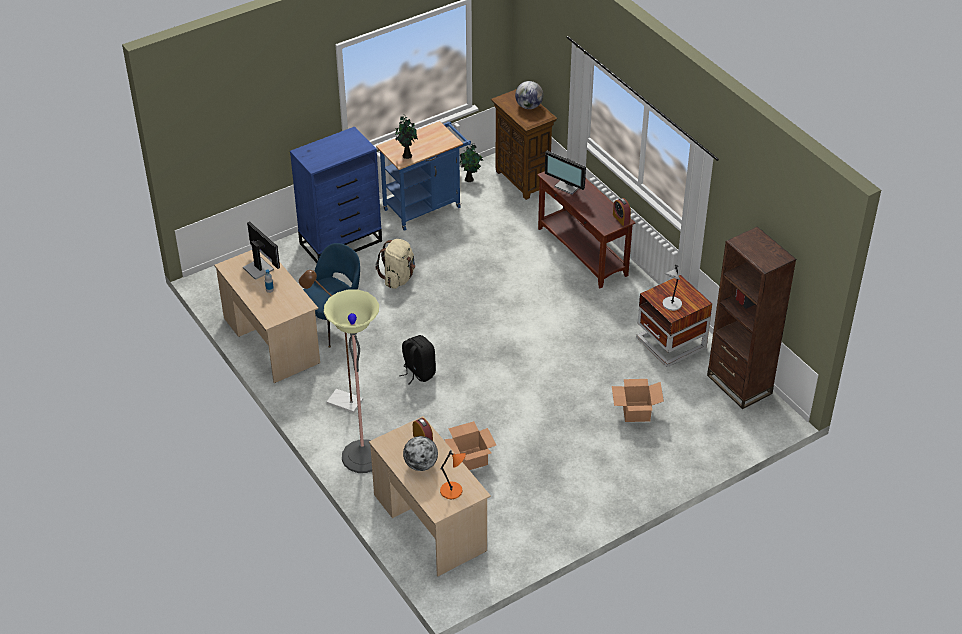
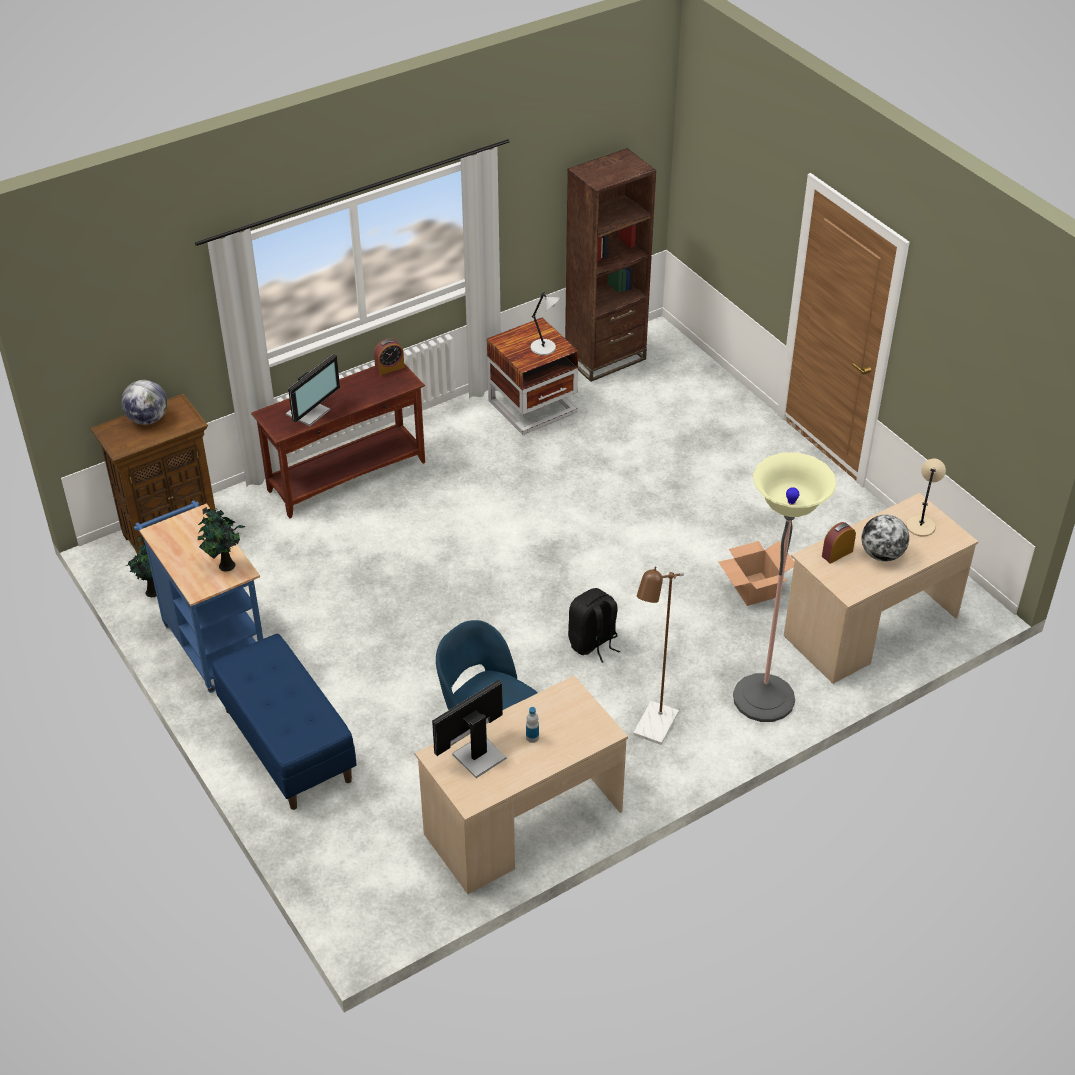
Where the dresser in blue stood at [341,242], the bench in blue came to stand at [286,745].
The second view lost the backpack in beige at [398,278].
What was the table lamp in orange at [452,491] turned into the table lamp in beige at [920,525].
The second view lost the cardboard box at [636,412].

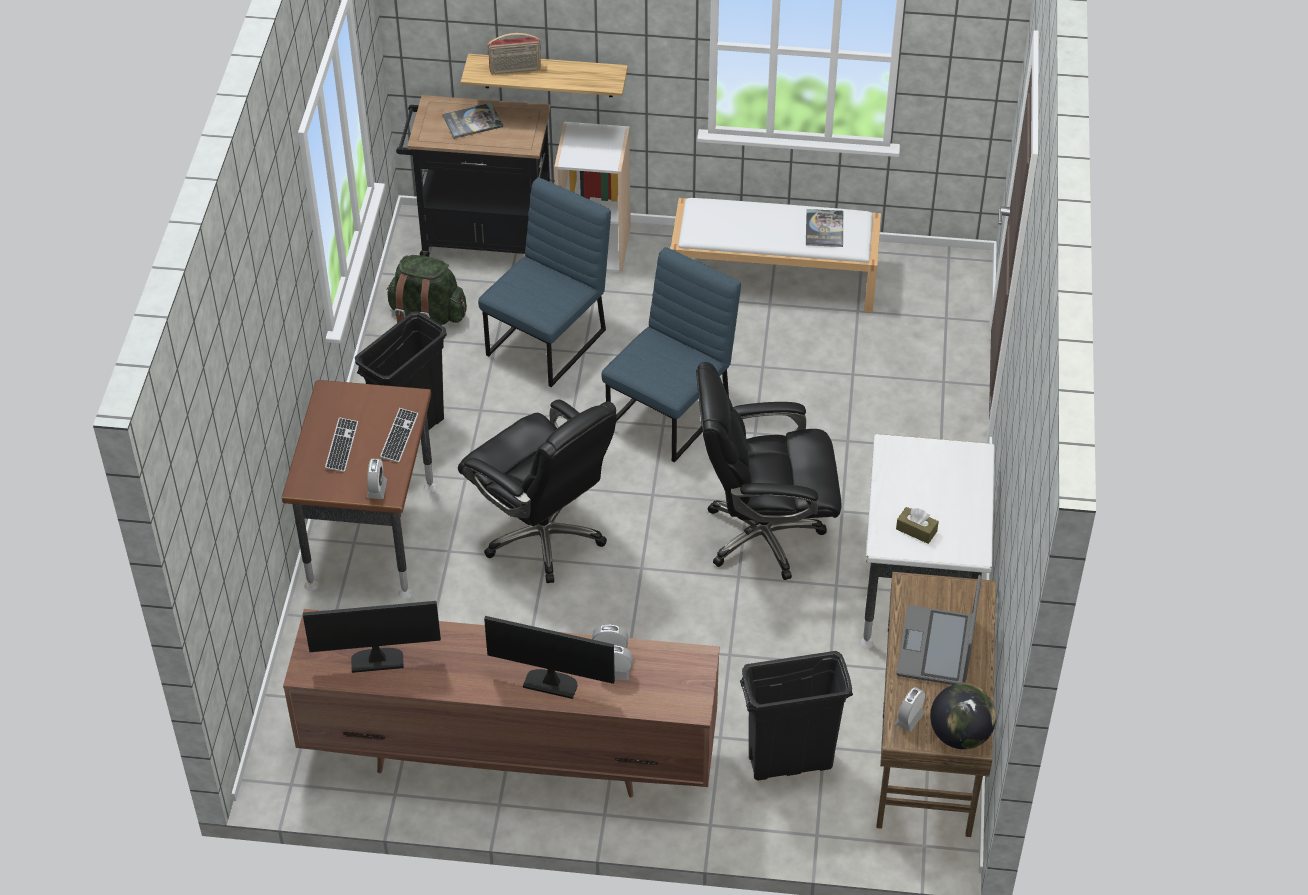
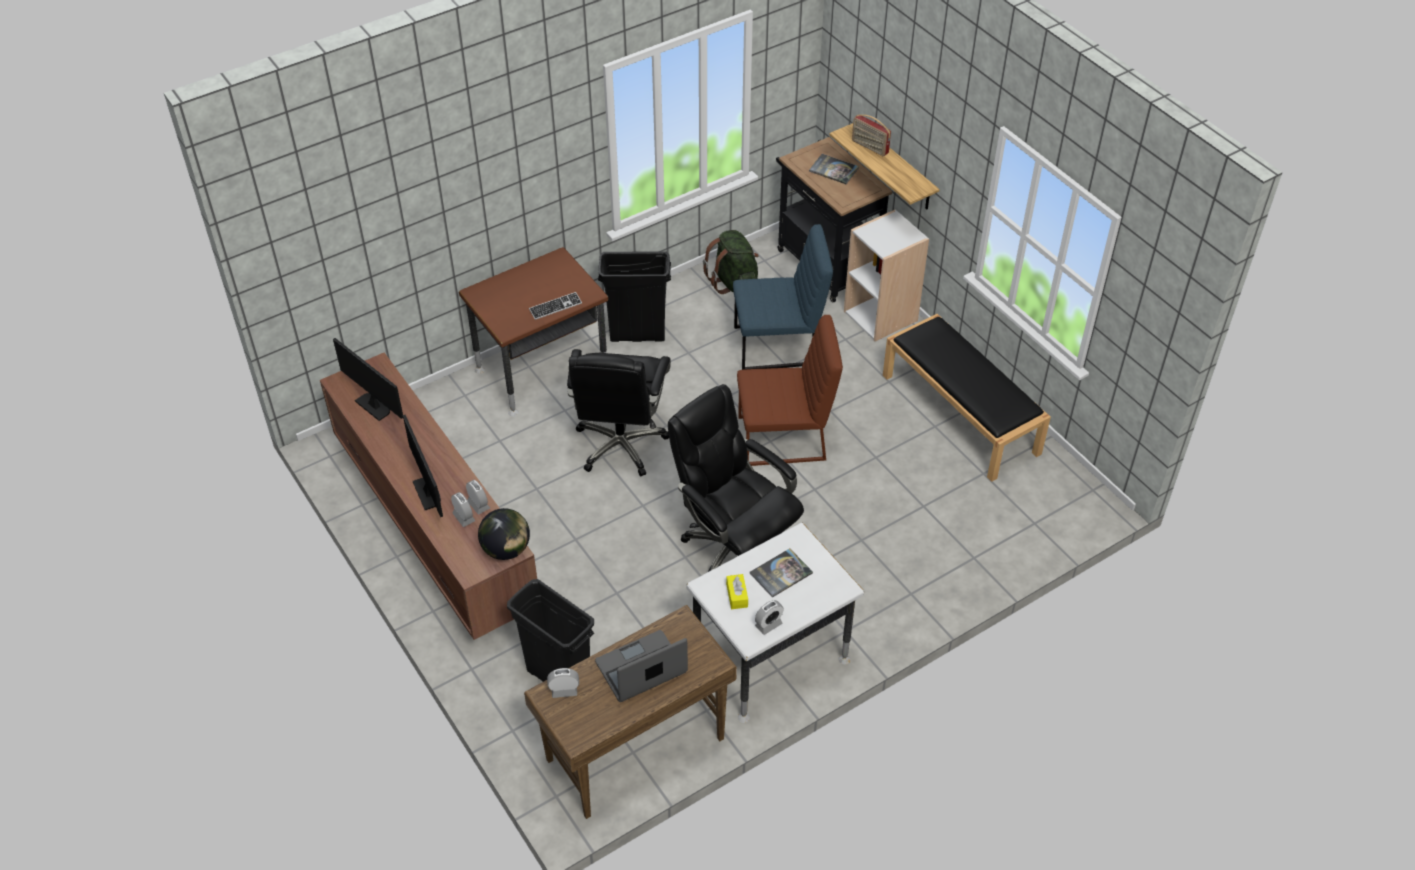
The second view lost the keyboard at [342,446].
The alarm clock ended up elsewhere, having gone from [377,489] to [768,624].
What was the chair in blue at [671,413] turned into the chair in brown at [785,438].
What was the bench in white at [775,277] turned into the bench in black at [961,414].
The book ended up elsewhere, having gone from [824,229] to [781,573].
What was the tissue box in brown at [916,530] turned into the tissue box in yellow at [737,595].
The globe ended up elsewhere, having gone from [960,735] to [506,549].

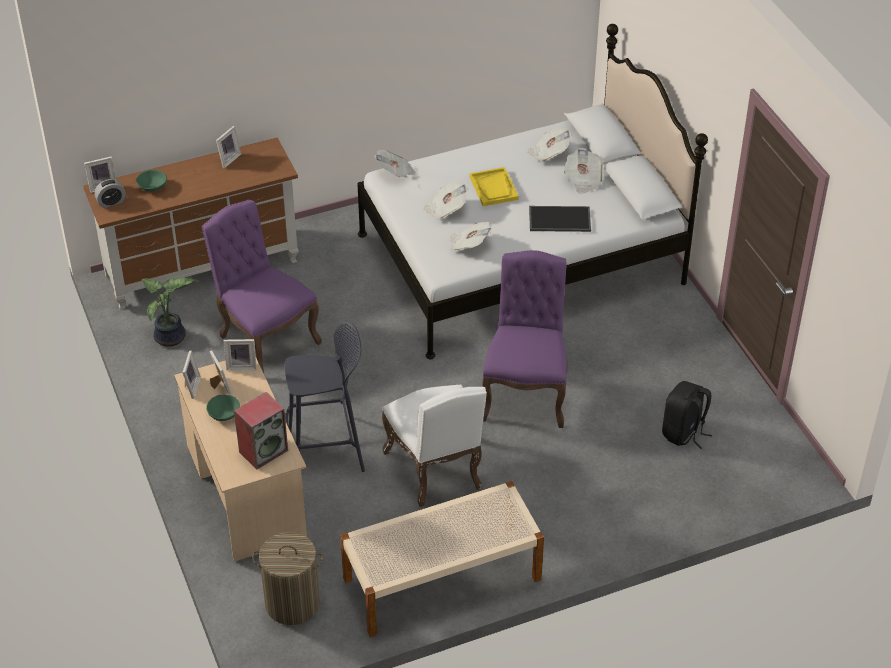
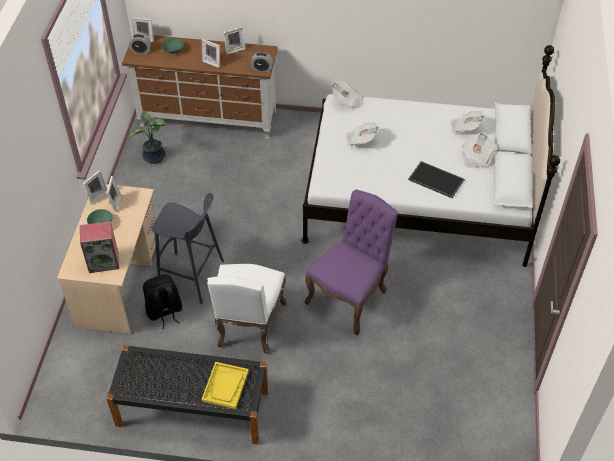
The second view lost the chair in purple at [266,340].
The picture frame ended up elsewhere, having gone from [241,365] to [212,62].
The second view lost the laundry basket at [292,603].
What was the bench in beige at [442,580] turned into the bench in black at [192,408].
The second view lost the newspaper at [469,244].
The tray in yellow ended up elsewhere, having gone from [494,188] to [225,386].
The backpack in black ended up elsewhere, having gone from [684,432] to [164,312].
The second view gained the alarm clock at [262,69].

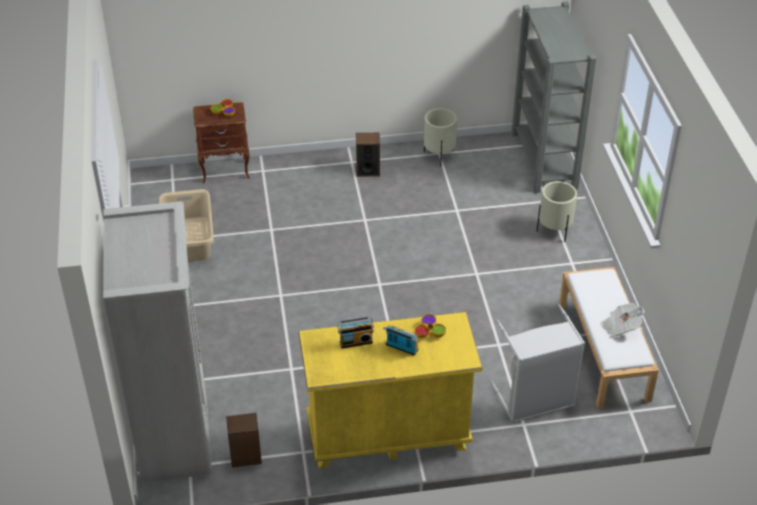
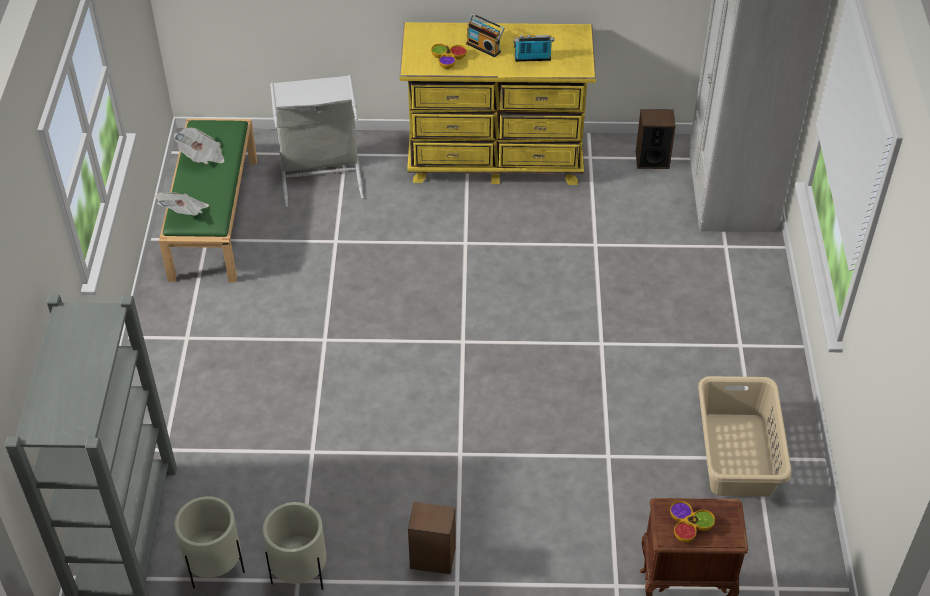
The planter in beige ended up elsewhere, having gone from [554,231] to [216,568].
What was the bench in white at [604,351] turned into the bench in green at [213,217].
The second view gained the newspaper at [184,212].

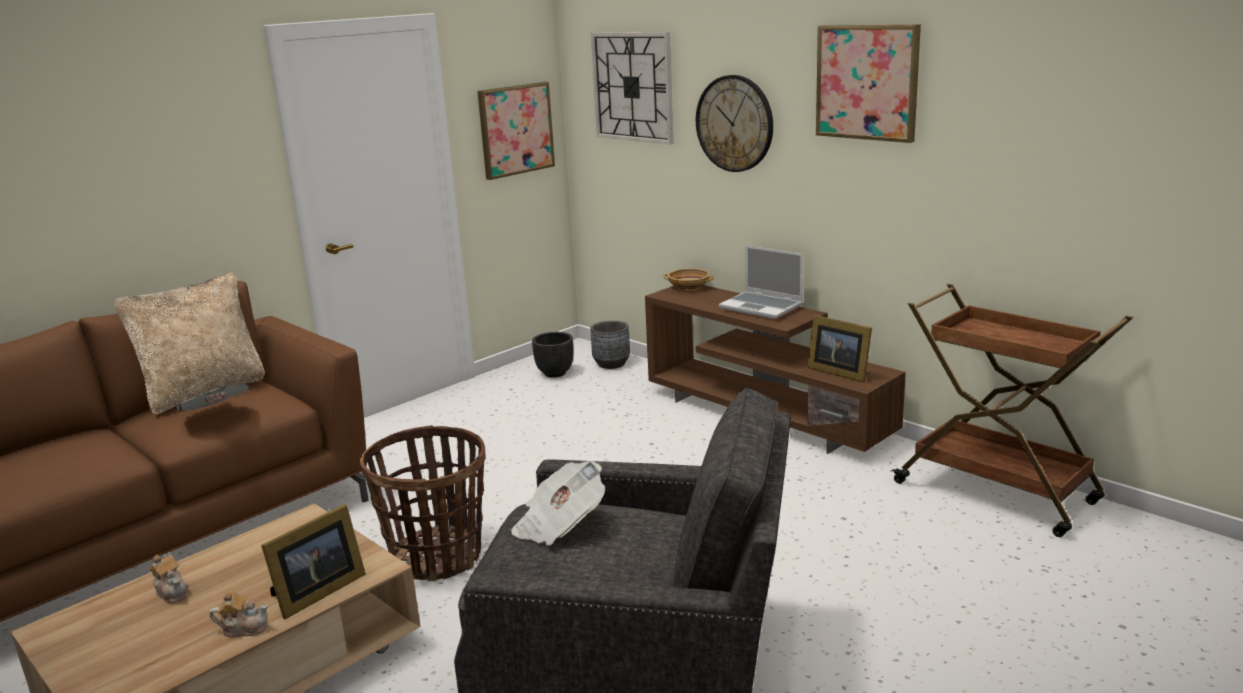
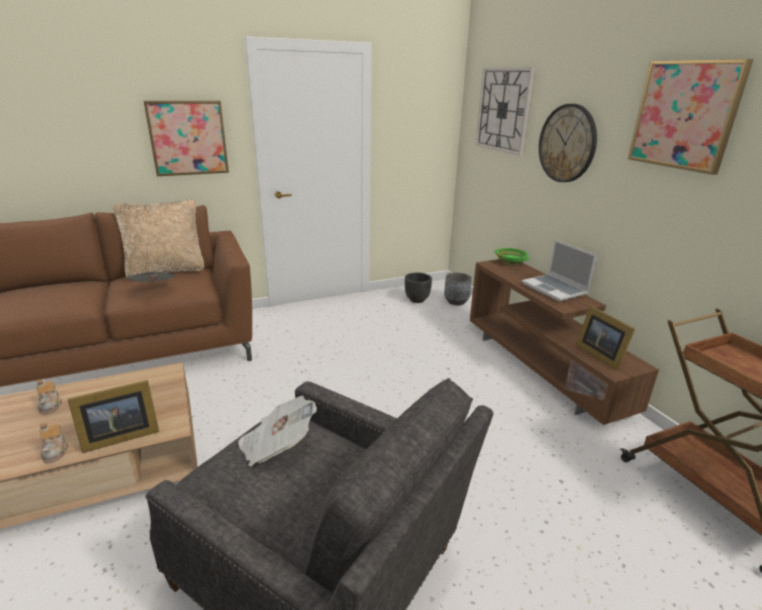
The teapot at [244,628] ended up facing another way, 45 degrees clockwise from before.
The second view lost the basket at [437,557].
The picture ended up elsewhere, having gone from [515,129] to [188,138].
What was the bowl in beige at [689,287] turned into the bowl in green at [511,262].

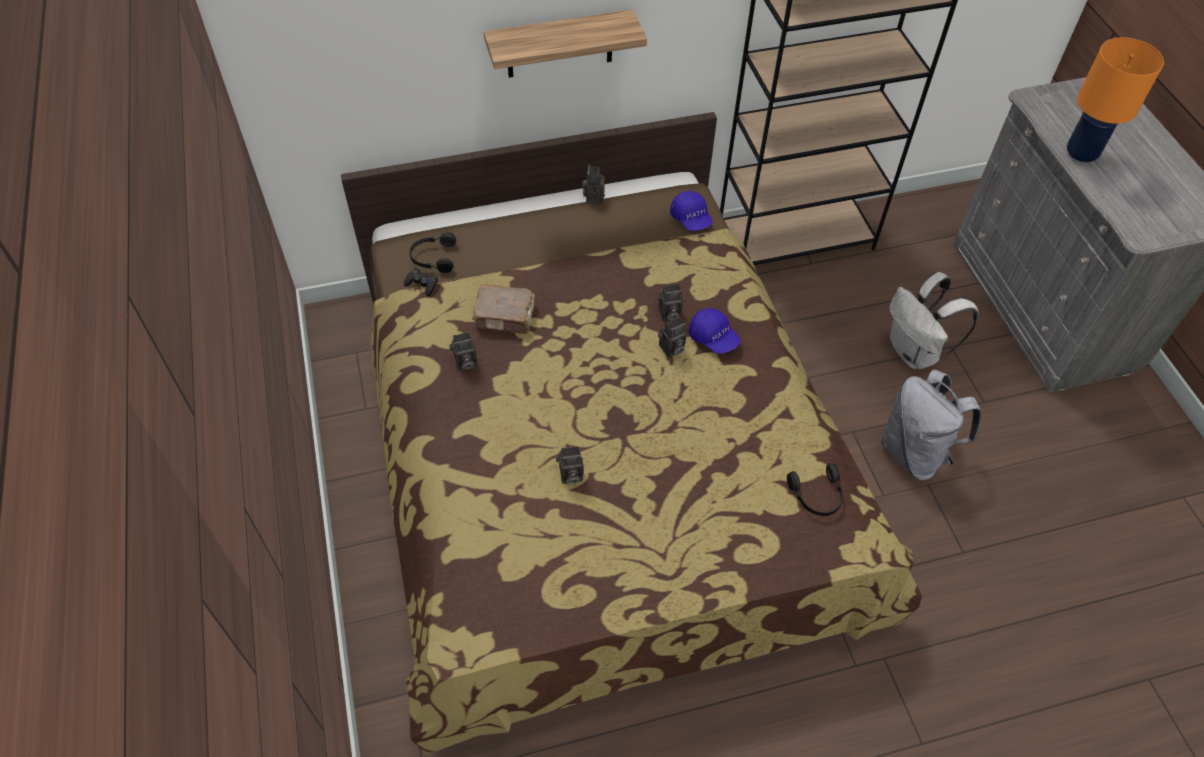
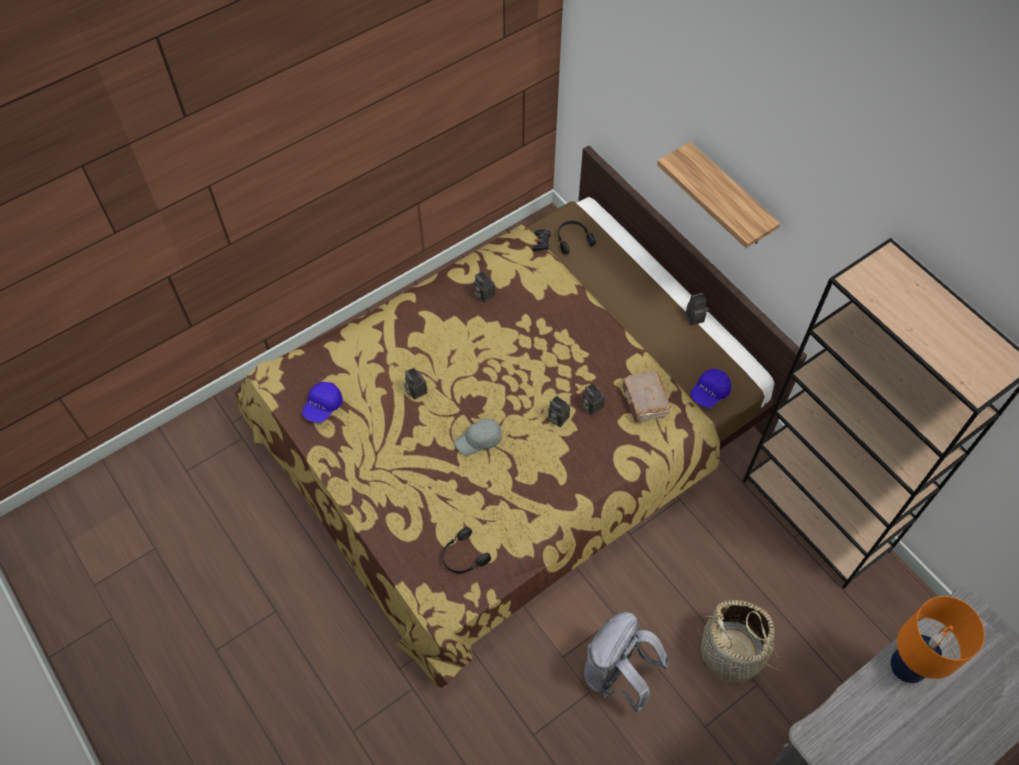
The book in brown ended up elsewhere, having gone from [505,317] to [644,402].
The cap in blue ended up elsewhere, having gone from [713,338] to [323,406].
Where the backpack in white stood at [915,353], the basket came to stand at [732,652].
The second view gained the cap in grey at [479,440].

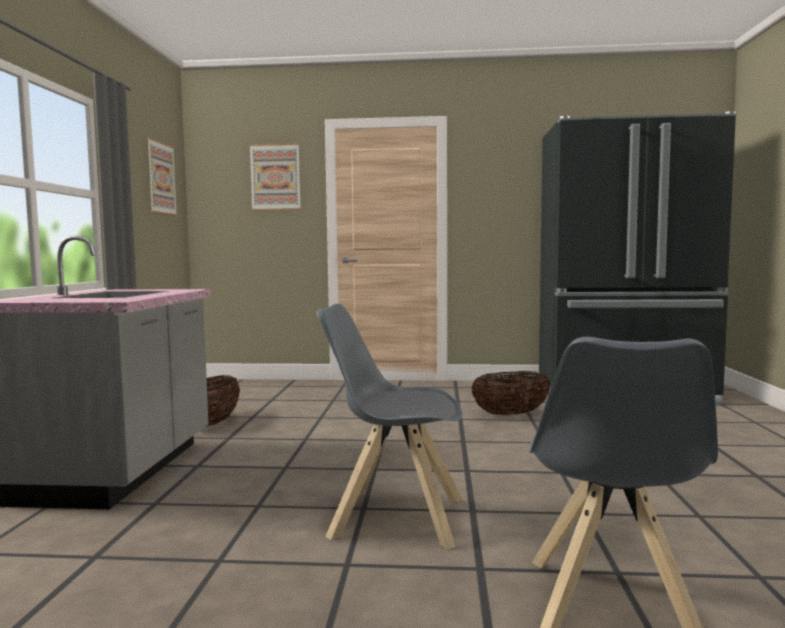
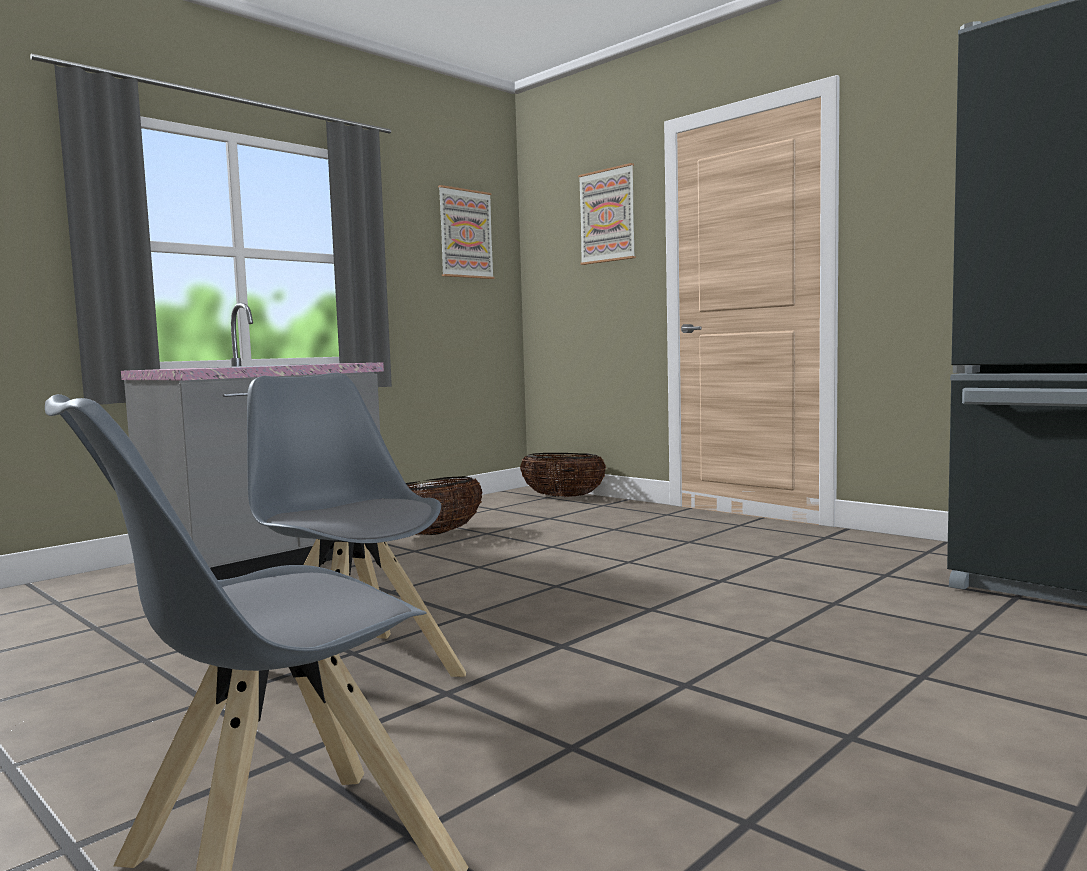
The basket ended up elsewhere, having gone from [511,414] to [563,497].

